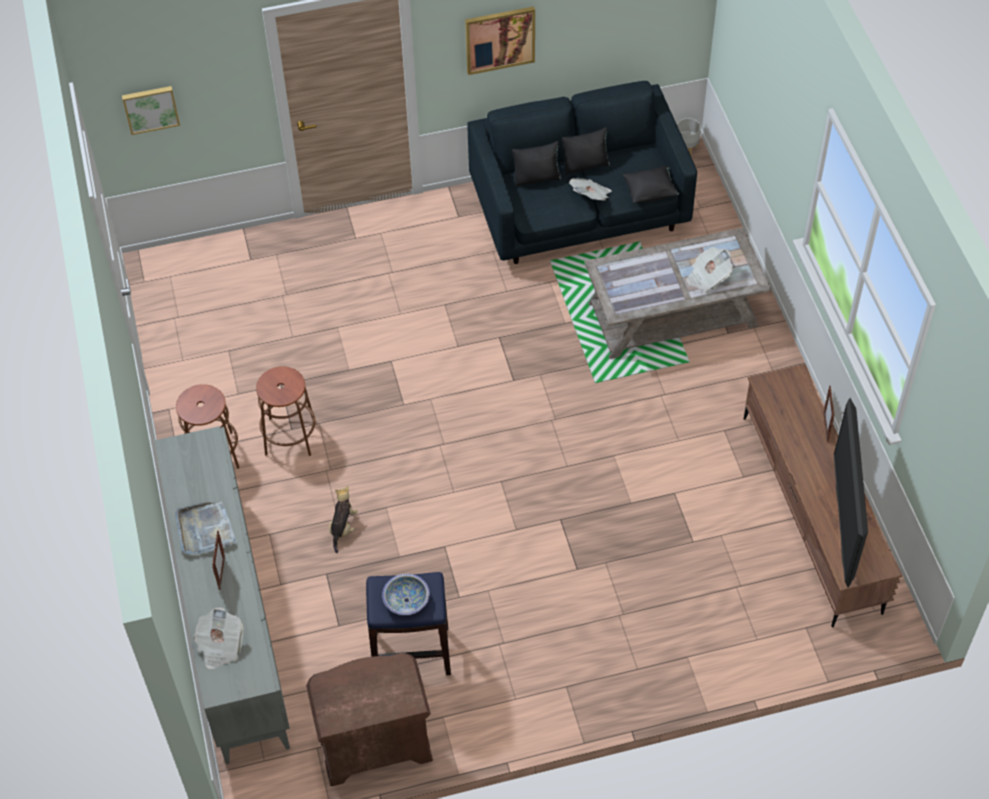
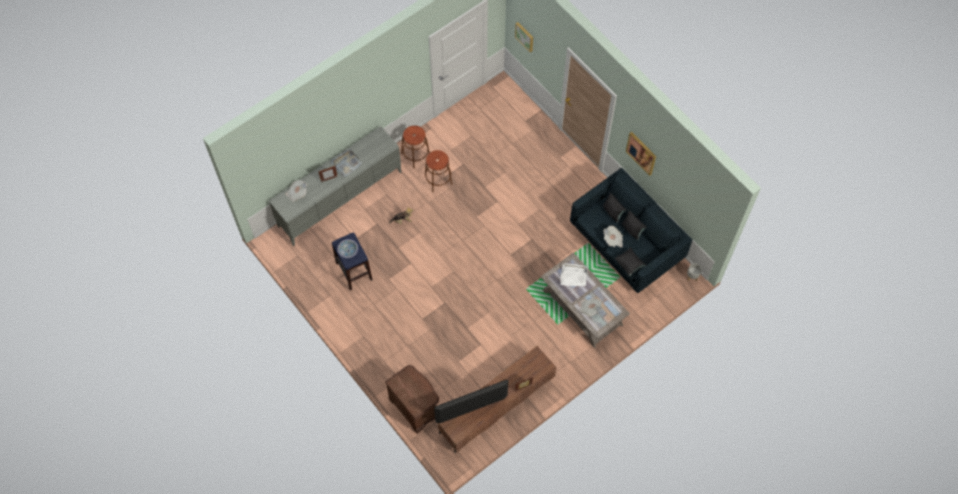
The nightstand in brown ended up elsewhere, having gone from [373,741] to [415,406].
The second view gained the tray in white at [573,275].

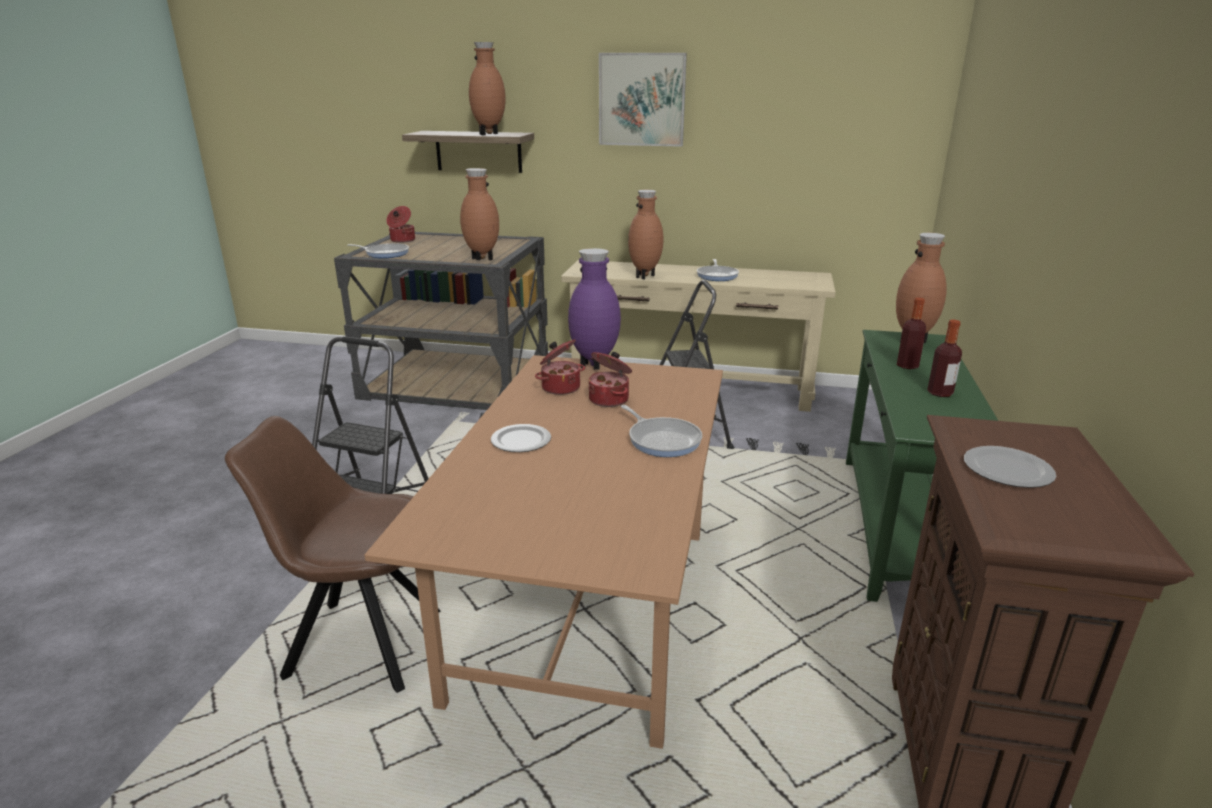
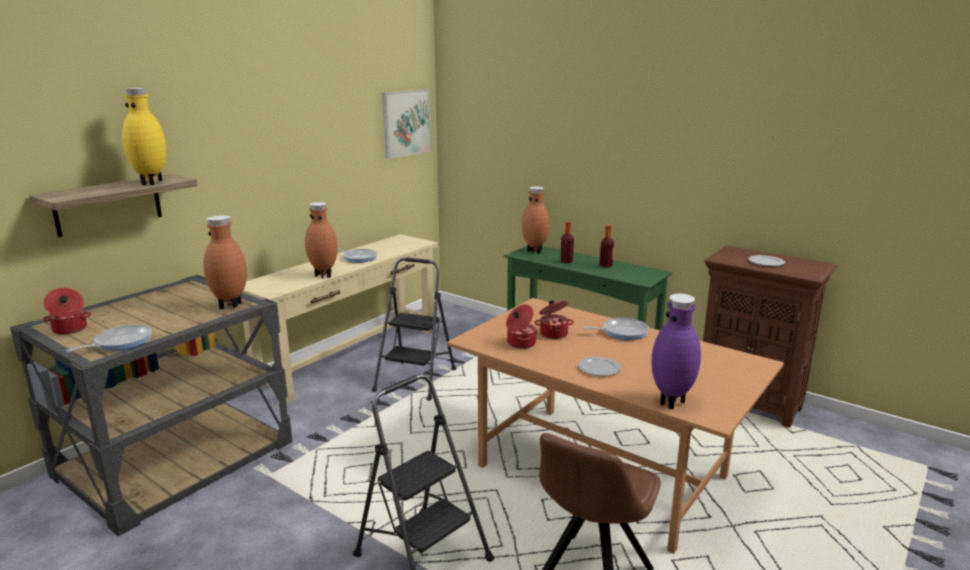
What was the vase in brown at [490,134] turned into the vase in yellow at [152,183].
The vase in purple ended up elsewhere, having gone from [594,367] to [672,402].
The picture ended up elsewhere, having gone from [641,100] to [406,123].

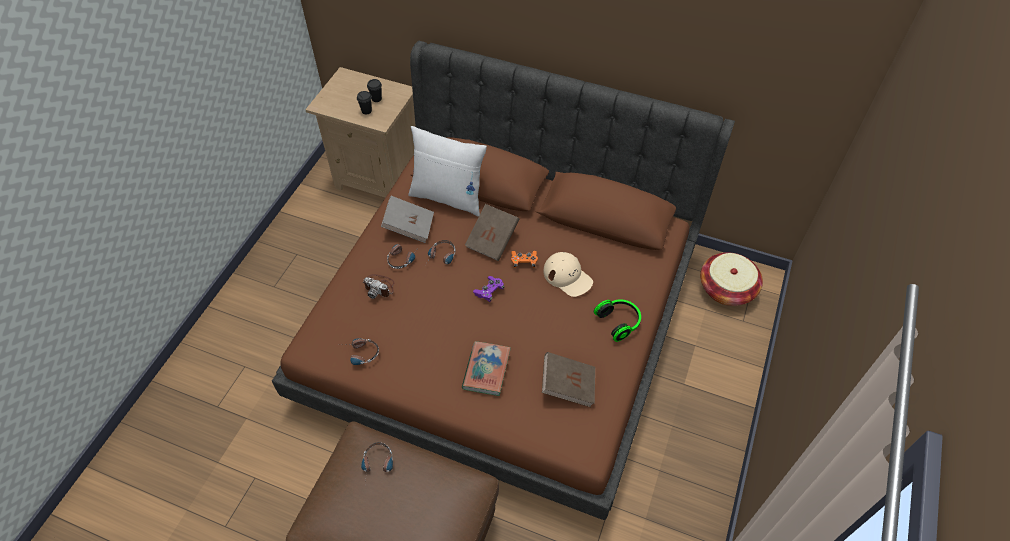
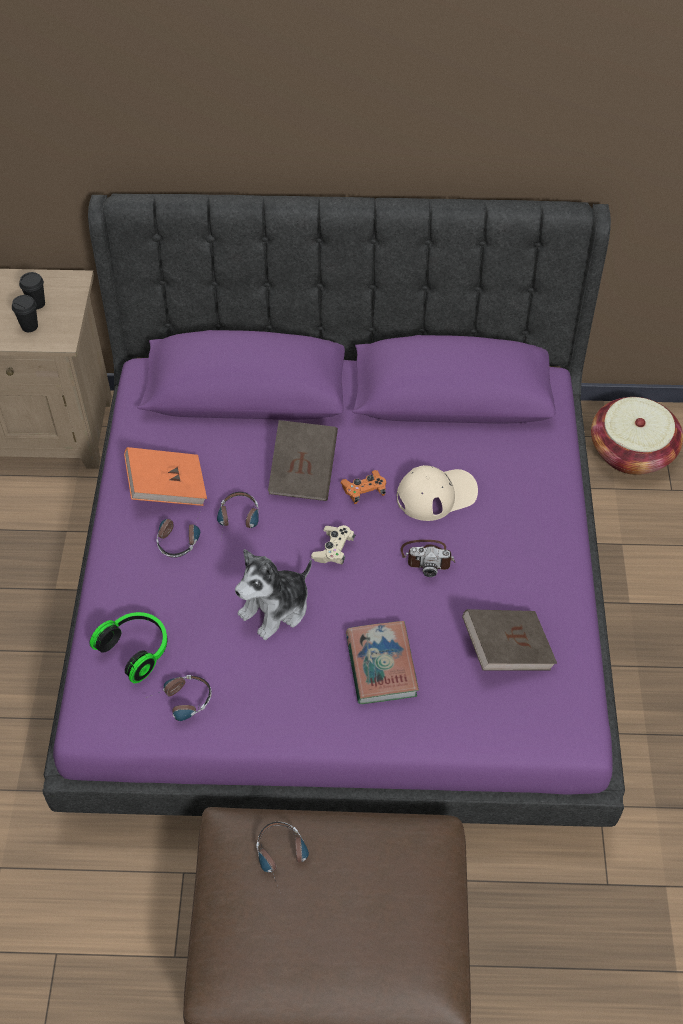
What was the bed in brown at [505,323] turned into the bed in purple at [341,595].
The photo camera ended up elsewhere, having gone from [379,287] to [427,557].
What was the book in grey at [409,227] turned into the book in orange at [167,488].
The second view lost the pillow in grey at [448,198].
What was the game controller in purple at [489,291] turned into the game controller in beige at [333,550].
The cap in beige at [567,276] ended up facing another way, 45 degrees counterclockwise from before.
The headphones ended up elsewhere, having gone from [619,322] to [136,649].
The second view gained the plush toy at [276,608].

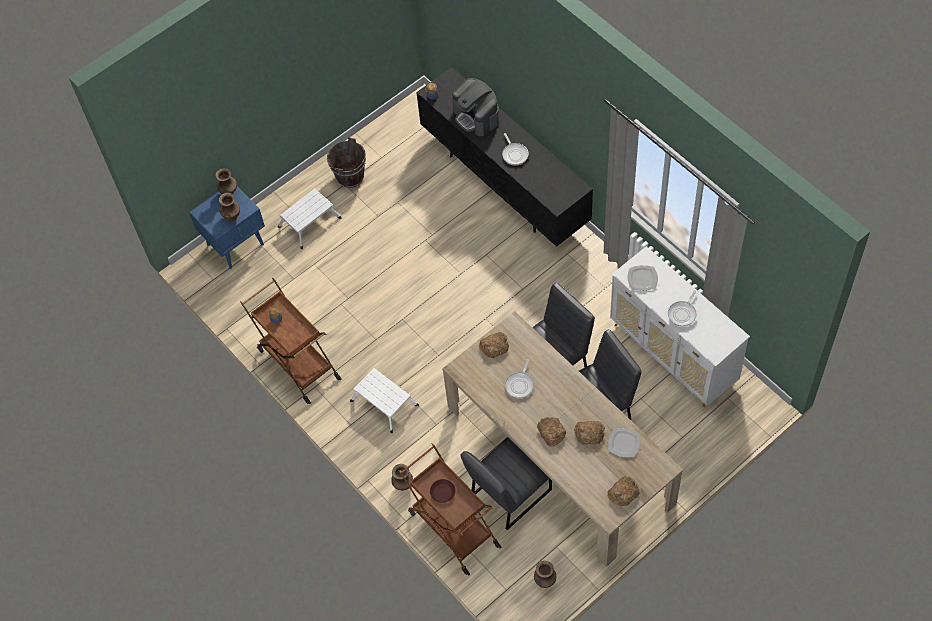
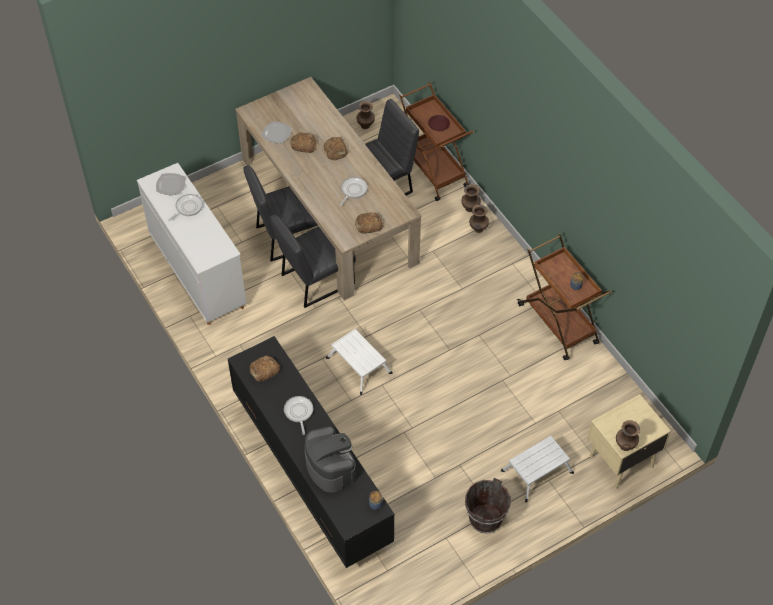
What was the nightstand in blue at [236,244] turned into the nightstand in beige at [620,461].
The vase in brown ended up elsewhere, having gone from [232,216] to [478,229].
The step ladder in white ended up elsewhere, having gone from [384,403] to [358,365].
The bread ended up elsewhere, having gone from [623,492] to [264,370].
The plate ended up elsewhere, having gone from [642,279] to [170,185].

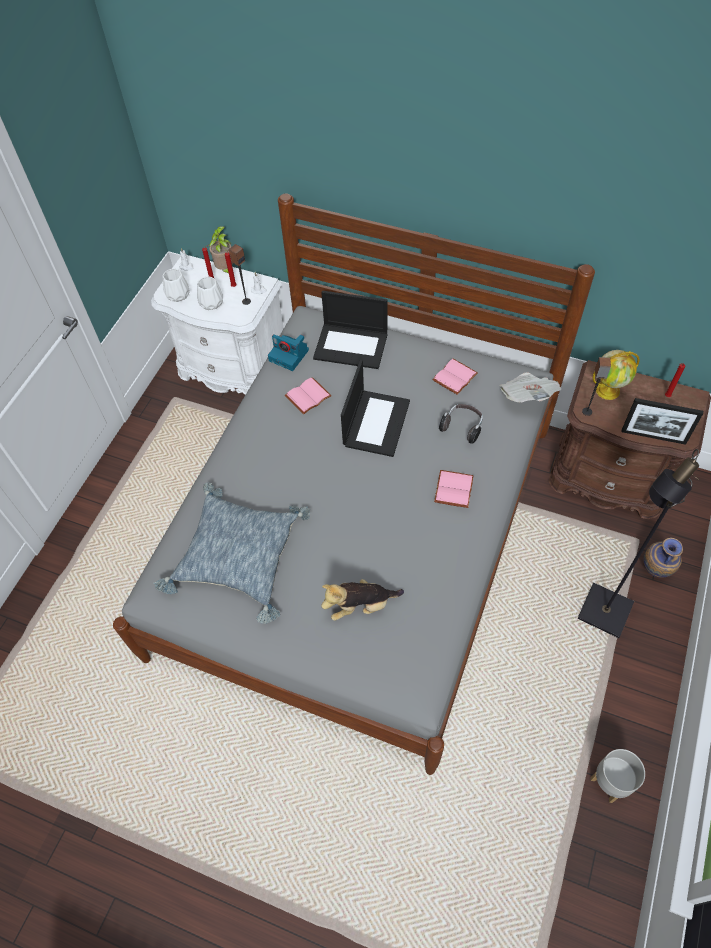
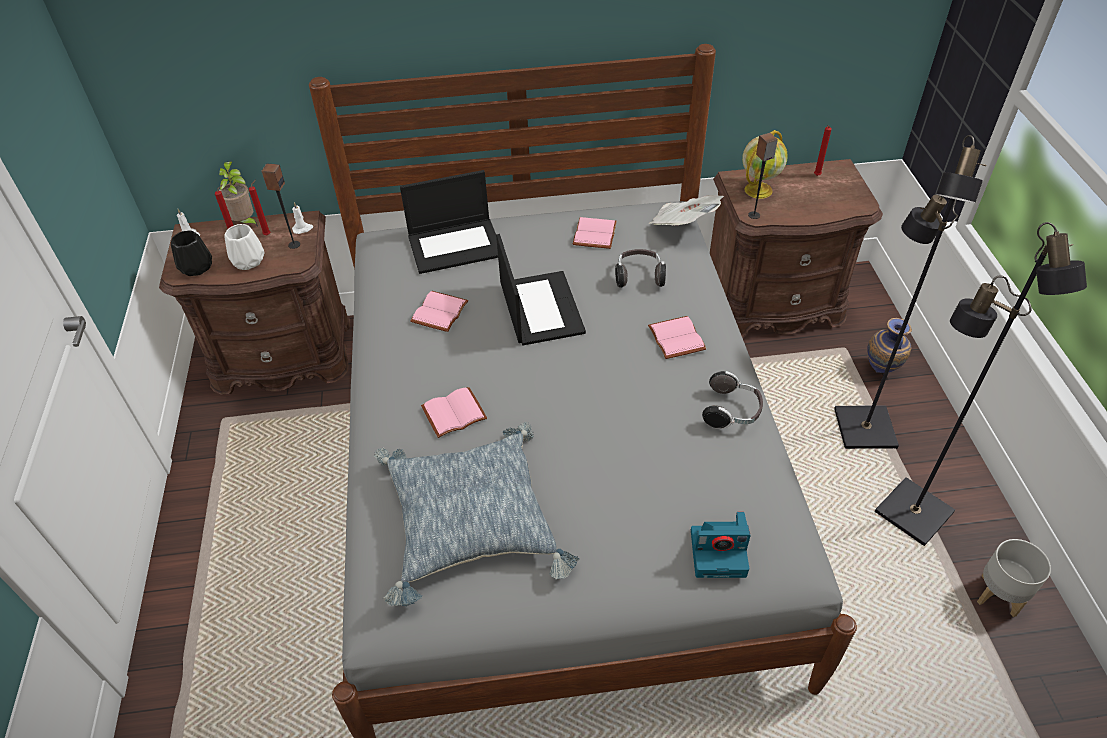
What was the nightstand in white at [232,368] turned into the nightstand in brown at [283,358].
What was the vase in white at [178,294] turned into the vase in black at [197,267].
The photo camera ended up elsewhere, having gone from [290,355] to [719,552].
The second view lost the plush toy at [360,606].
The second view lost the picture frame at [653,436].
The second view gained the book in pink at [454,412].
The second view gained the headphones at [732,411].
The second view gained the floor lamp in black at [913,512].

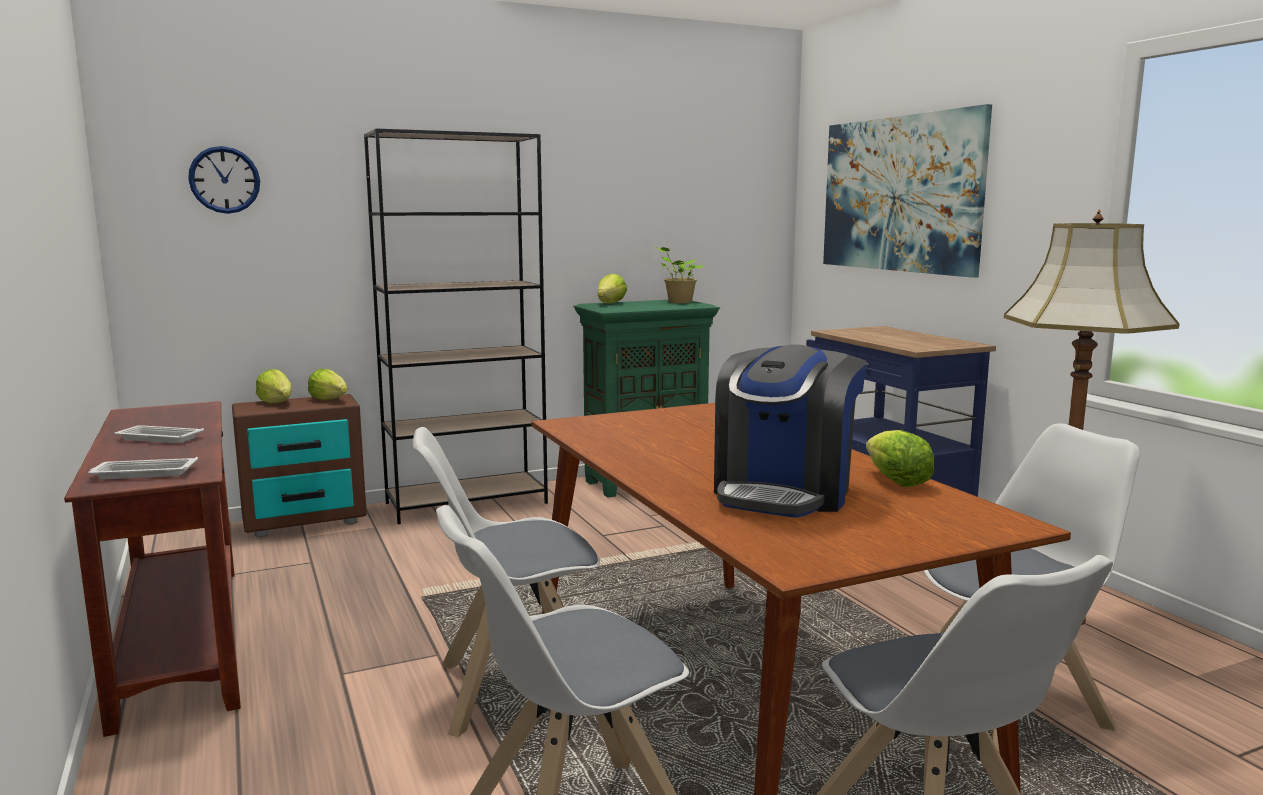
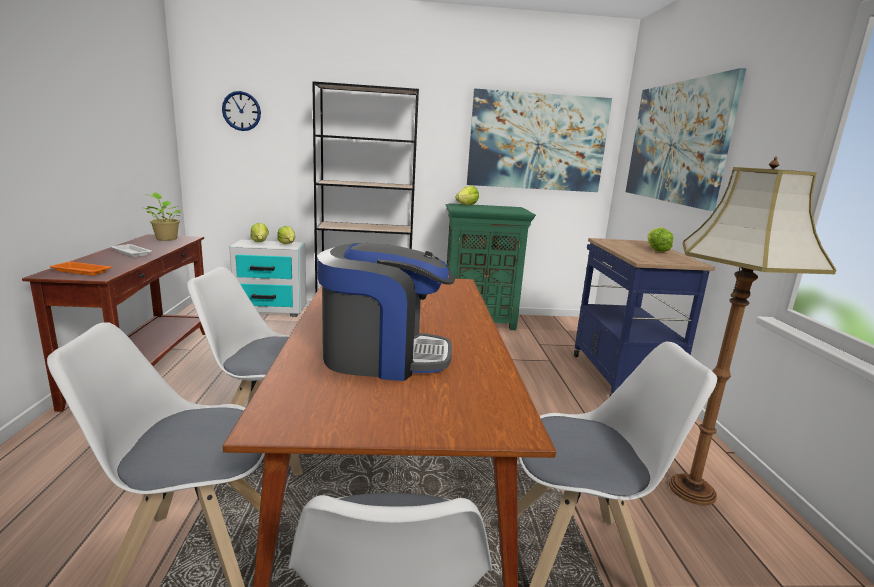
What was the tray in white at [143,474] turned into the tray in orange at [80,271].
What was the nightstand in brown at [305,524] turned into the nightstand in white at [271,312].
The potted plant ended up elsewhere, having gone from [678,302] to [166,238].
The coffee machine at [784,492] ended up facing another way, 135 degrees counterclockwise from before.
The lettuce ended up elsewhere, having gone from [896,481] to [656,250].
The second view gained the picture at [537,142].

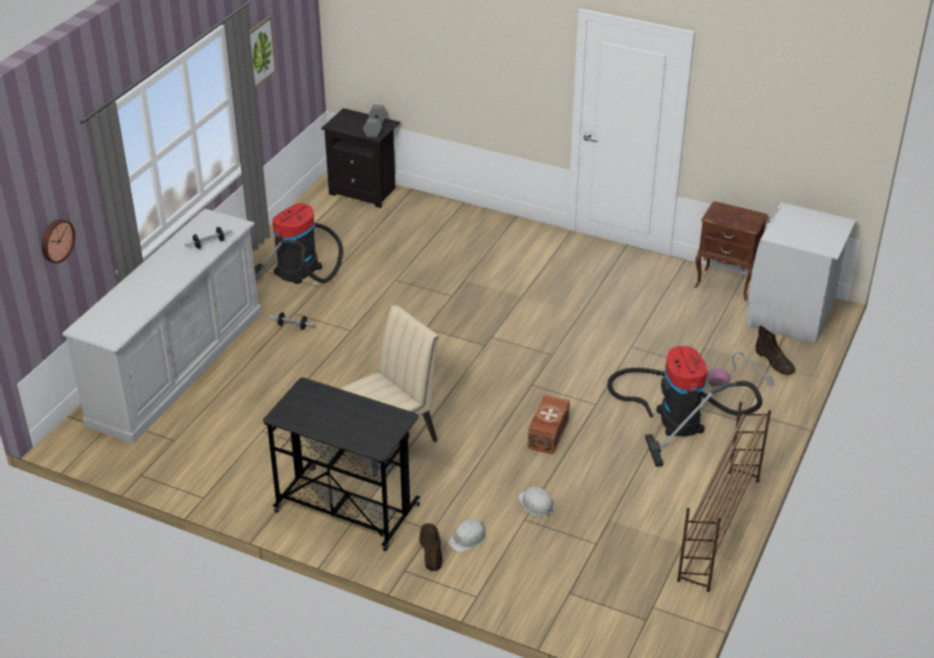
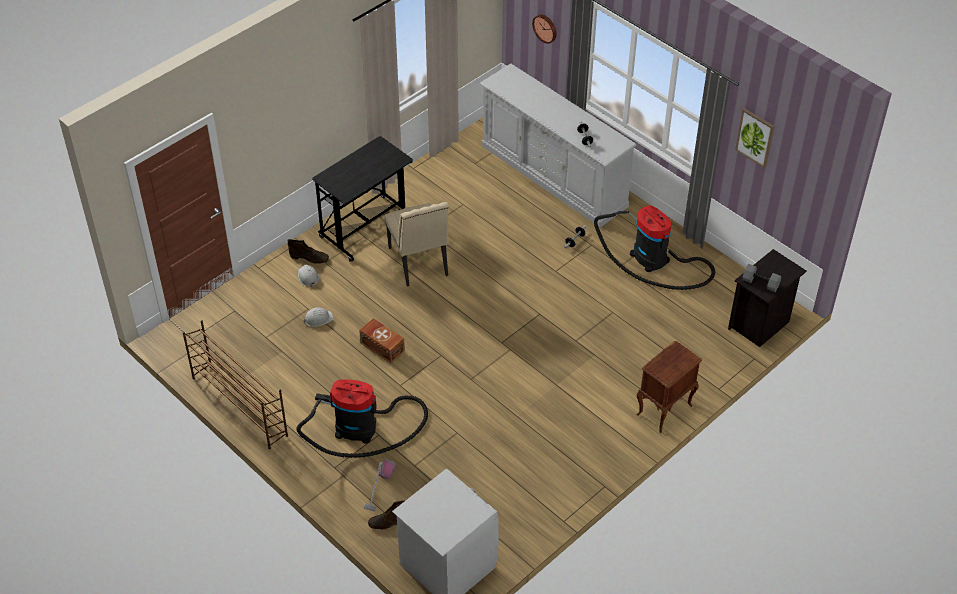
The nightstand in brown ended up elsewhere, having gone from [725,285] to [664,410].

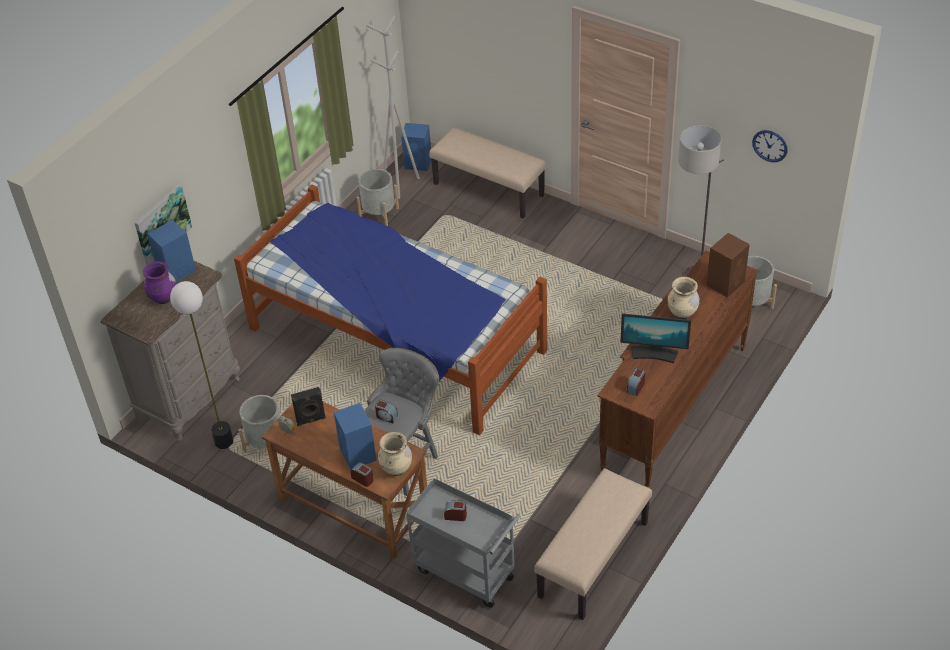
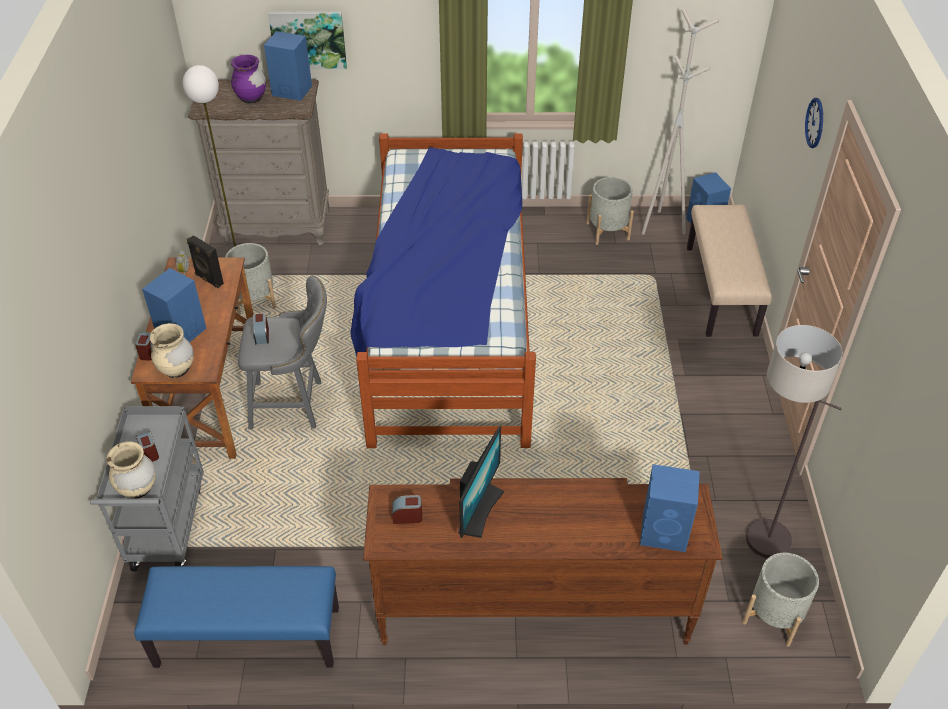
What was the bench in beige at [594,560] turned into the bench in blue at [247,638].
The monitor at [654,353] ended up facing another way, 135 degrees counterclockwise from before.
The vase in beige ended up elsewhere, having gone from [682,313] to [137,489].
What was the speaker in brown at [726,283] turned into the speaker in blue at [665,532].
The wall clock ended up elsewhere, having gone from [770,145] to [815,123].

